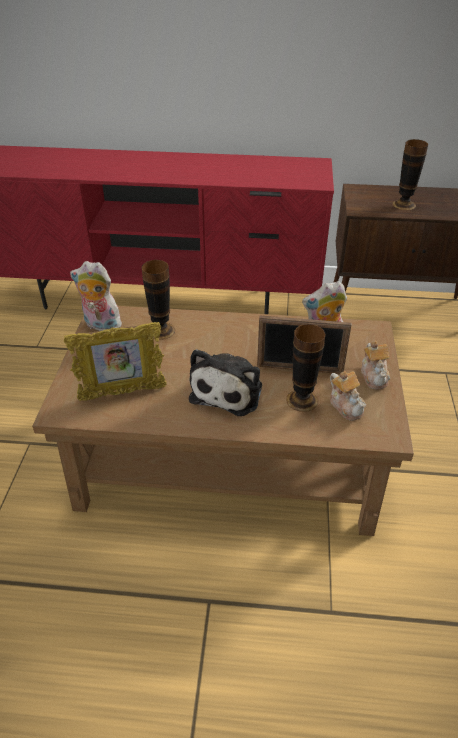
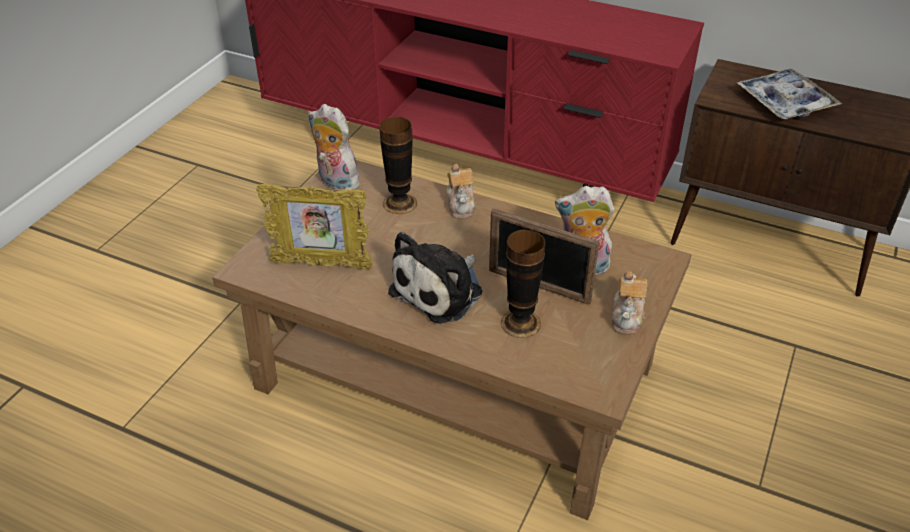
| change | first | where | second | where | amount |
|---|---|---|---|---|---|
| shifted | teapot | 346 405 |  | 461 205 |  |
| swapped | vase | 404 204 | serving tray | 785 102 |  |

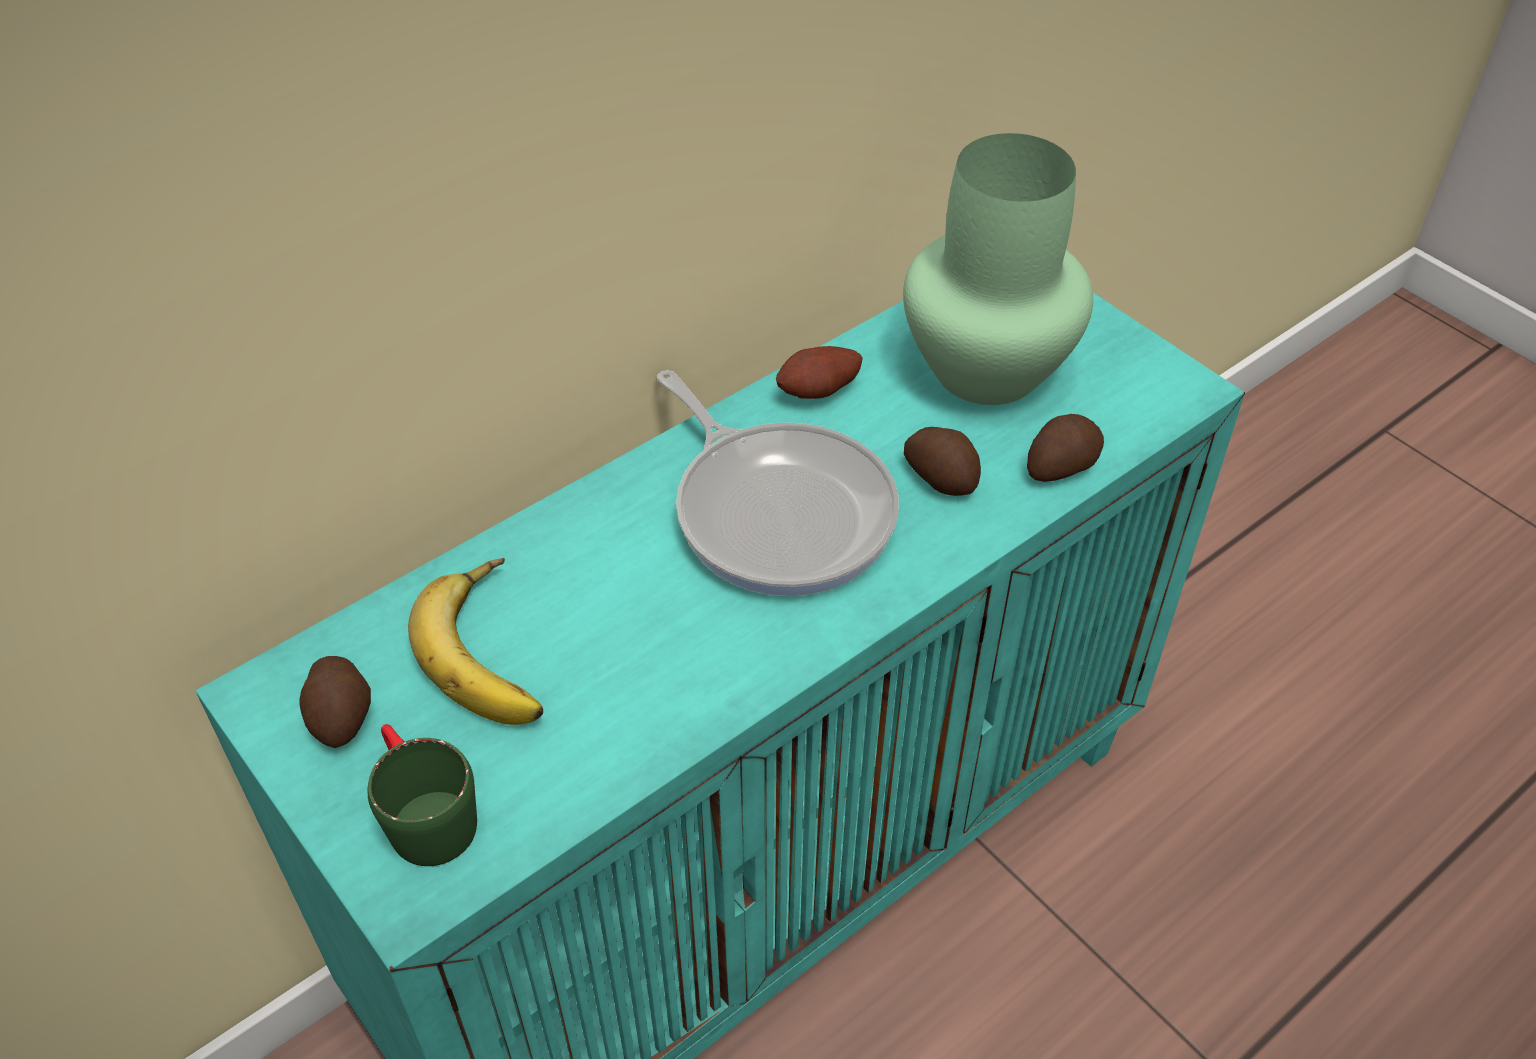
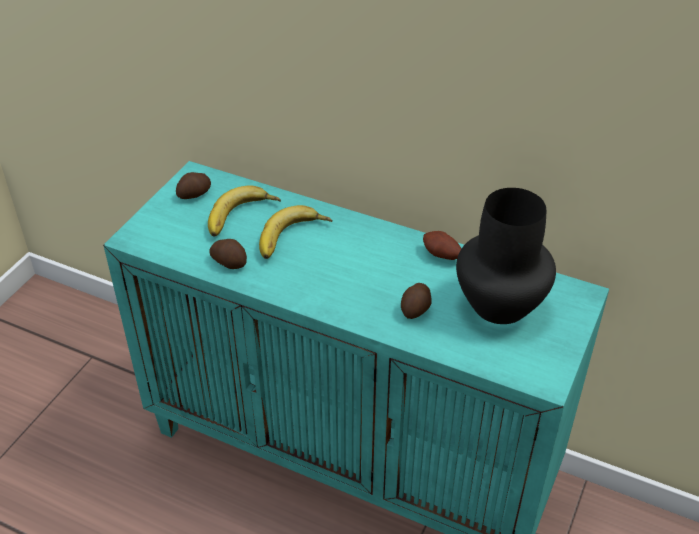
| change | first | where | second | where | amount |
|---|---|---|---|---|---|
| gone | green tea mug | 423 813 |  |  |  |
| gone | skillet | 779 510 |  |  |  |
| repainted | green vase | 989 371 | black vase | 500 305 |  |
| shifted | spud | 1060 465 |  | 229 262 |  |
| new |  |  | whole banana | 293 239 |  |

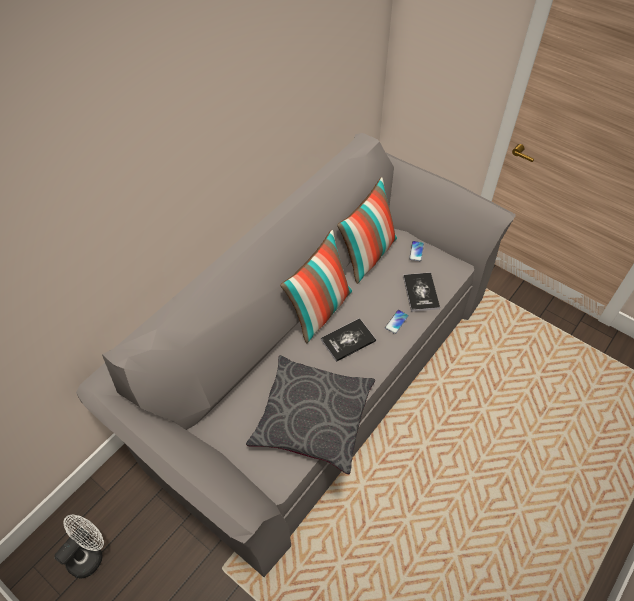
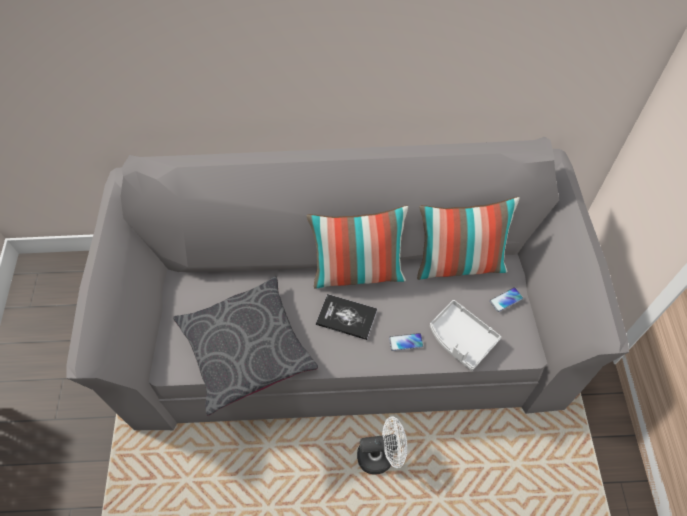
| change | first | where | second | where | amount |
|---|---|---|---|---|---|
| shifted | white-coloured cooling fan | 89 554 |  | 381 455 |  |
| swapped | volume | 421 292 | gray serving tray | 461 338 |  |

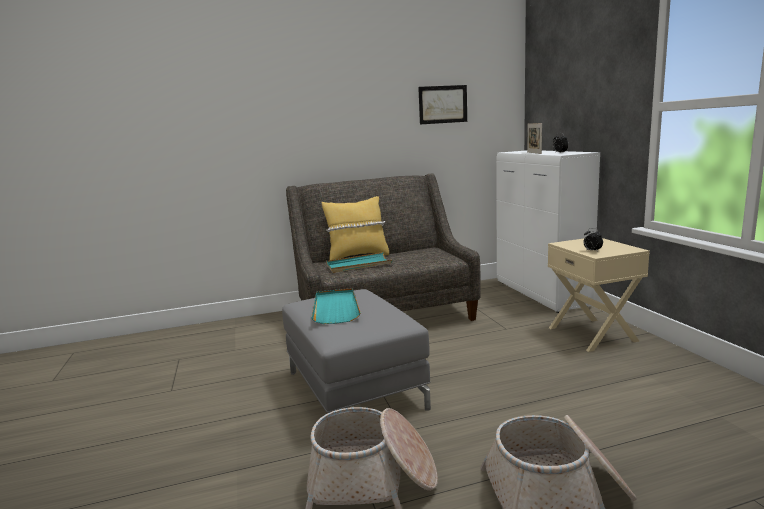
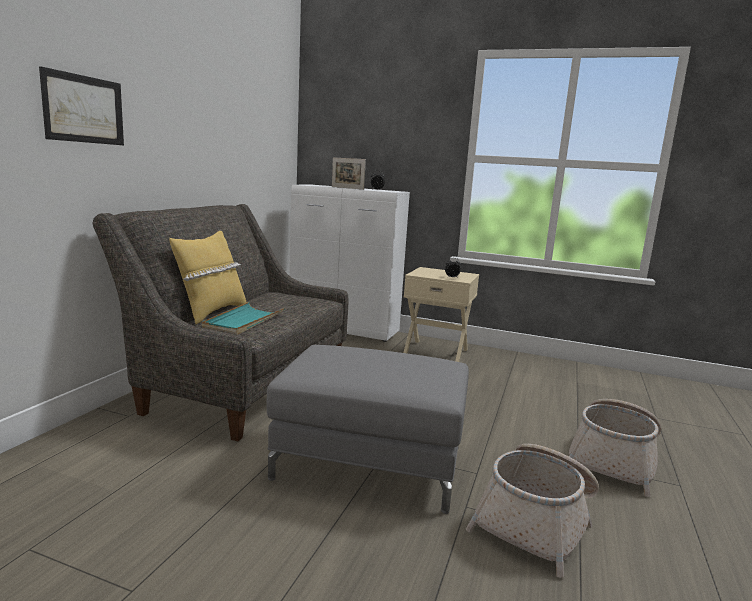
| change | first | where | second | where | amount |
|---|---|---|---|---|---|
| gone | blue-green serving tray | 335 308 |  |  |  |
| shifted | picture | 443 104 |  | 84 109 |  |

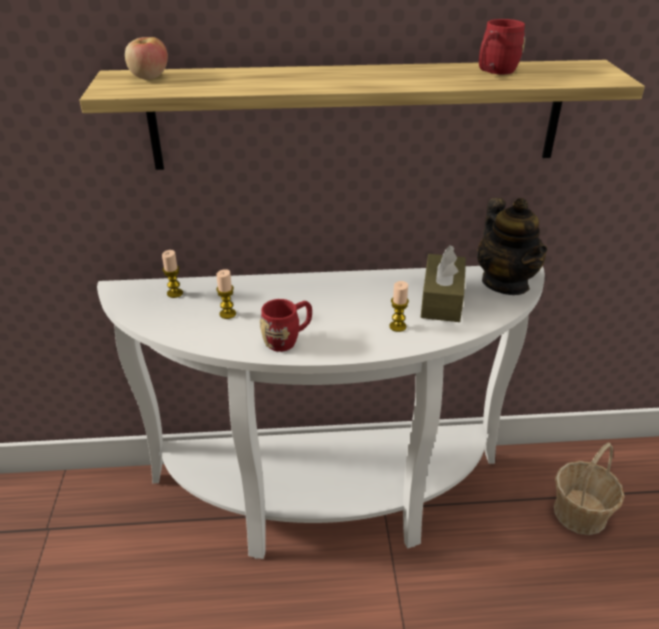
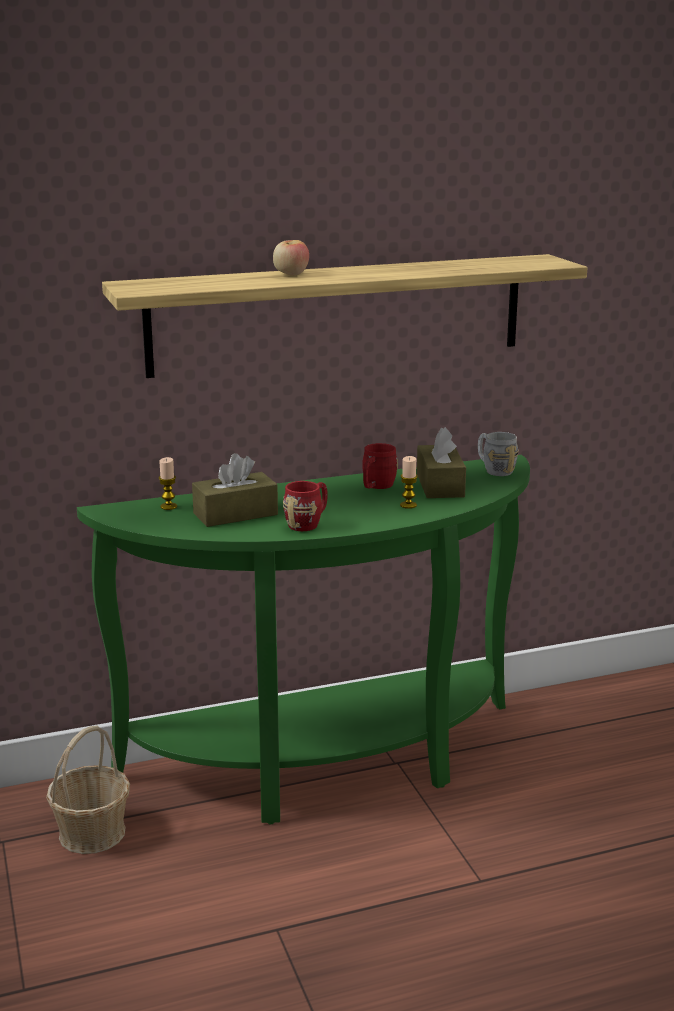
| change | first | where | second | where | amount |
|---|---|---|---|---|---|
| repainted | white-coloured hall table | 328 502 | green hall table | 333 767 |  |
| shifted | apple | 149 77 |  | 291 274 |  |
| swapped | wax candle | 227 314 | brownish box of tissues | 235 514 |  |
| swapped | teapot | 505 283 | gray tea mug | 494 469 |  |
| shifted | red-coloured tea mug | 494 72 |  | 376 487 |  |
| shifted | storage basket | 580 512 |  | 93 833 |  |

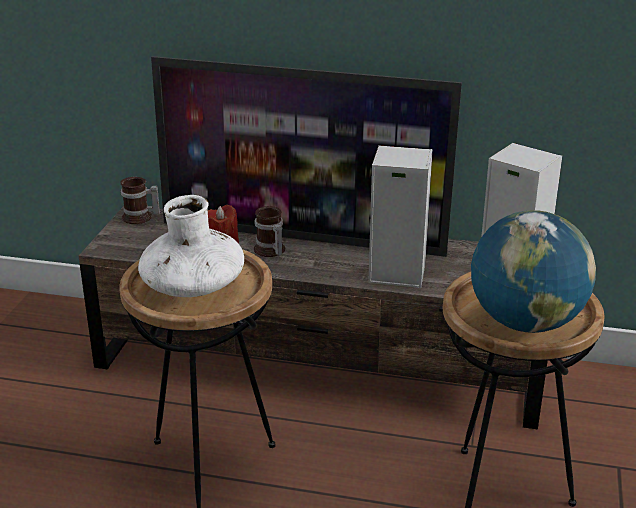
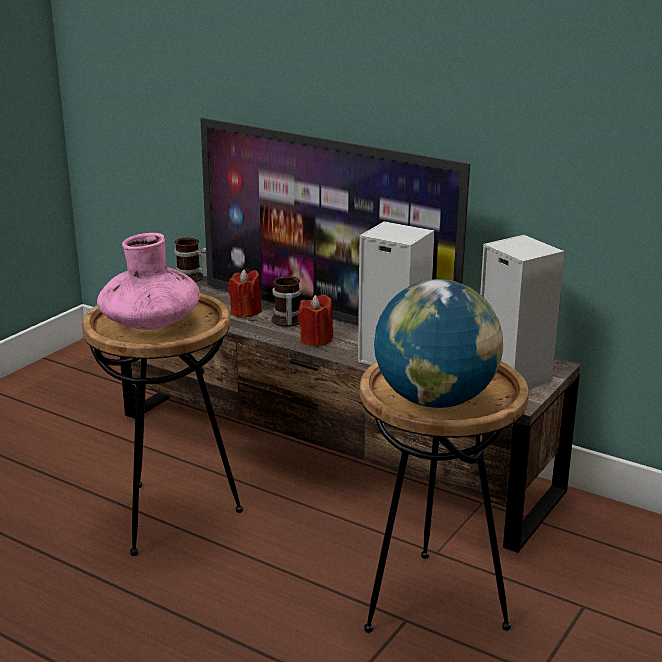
| change | first | where | second | where | amount |
|---|---|---|---|---|---|
| repainted | white-coloured vase | 193 287 | pink-coloured vase | 150 323 |  |
| new |  |  | red-coloured wax candle | 316 340 |  |

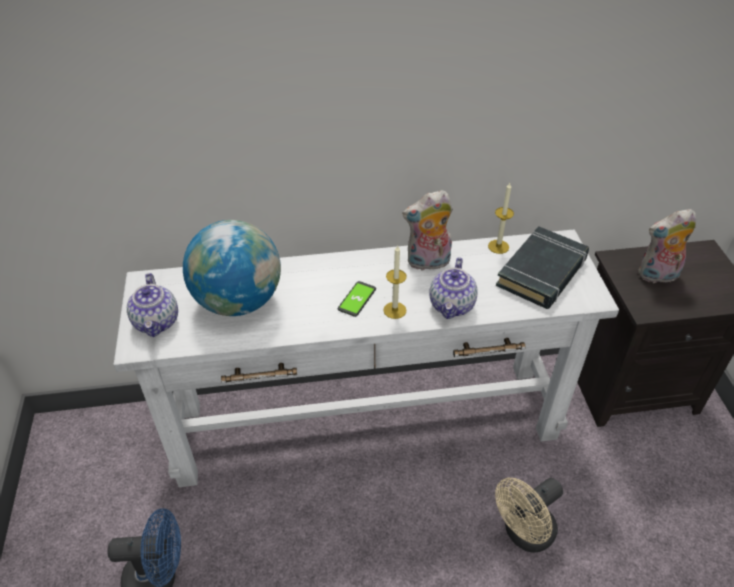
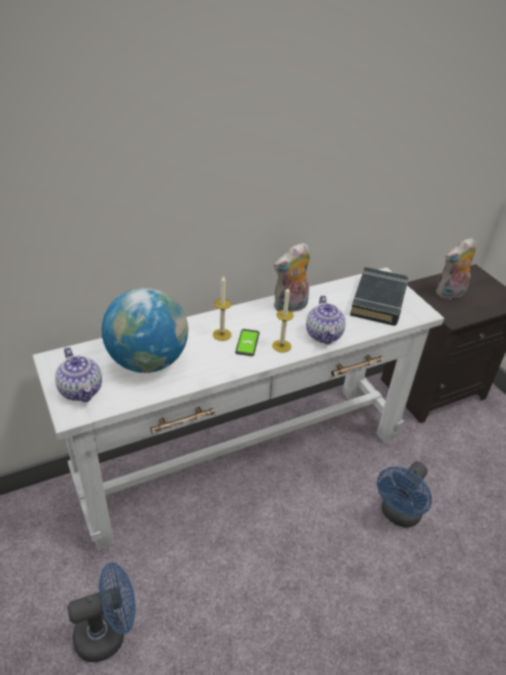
| change | first | where | second | where | amount |
|---|---|---|---|---|---|
| shifted | wax candle | 498 246 |  | 222 334 |  |
| repainted | beige cooling fan | 524 534 | bluish cooling fan | 398 515 |  |

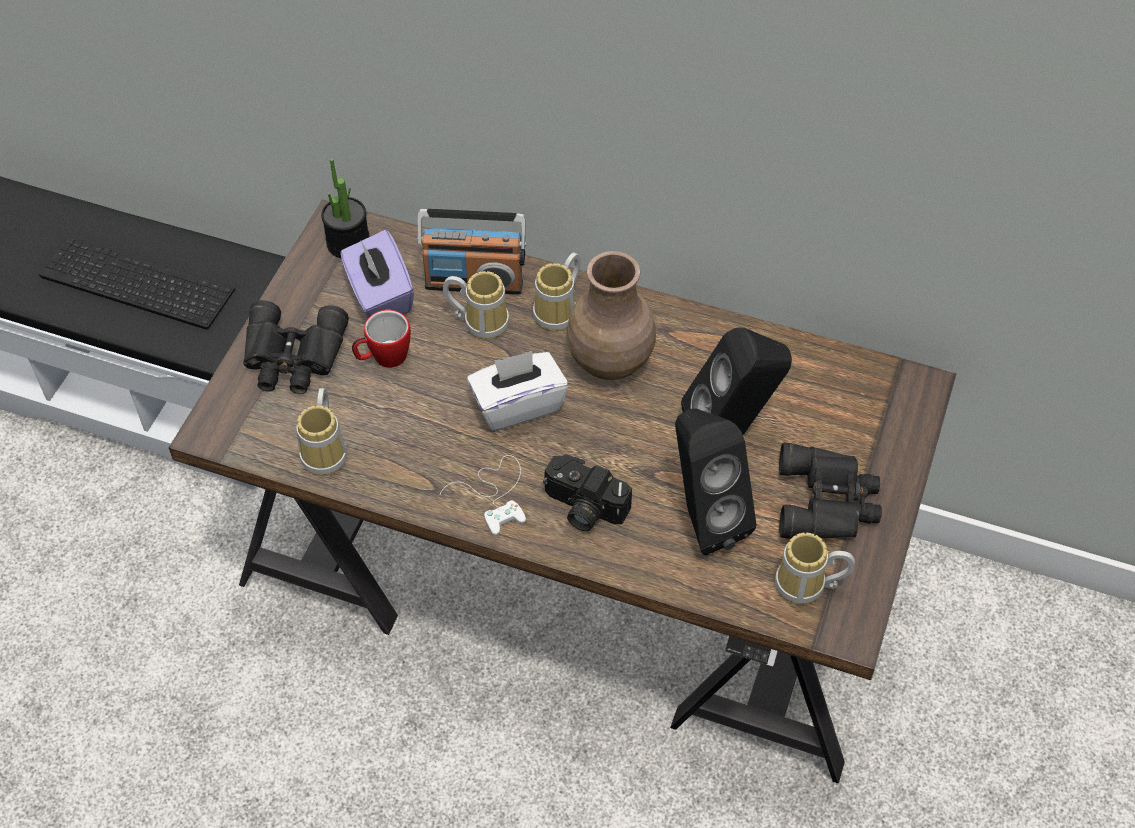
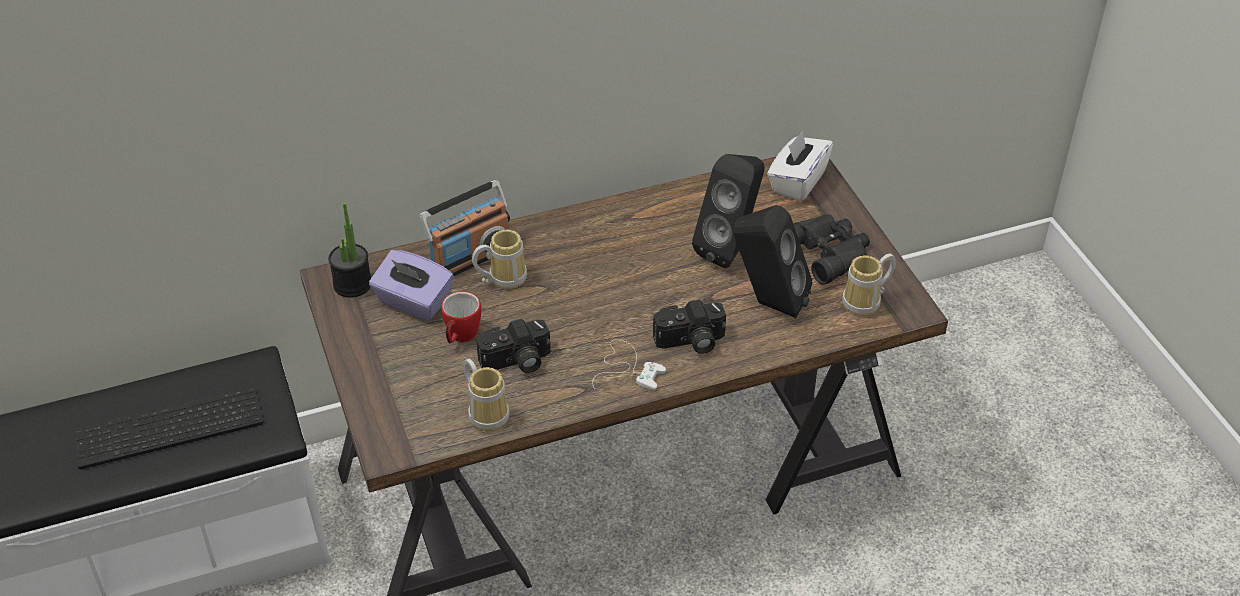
| change | first | where | second | where | amount |
|---|---|---|---|---|---|
| gone | black binoculars | 293 357 |  |  |  |
| shifted | white-coloured box of tissues | 517 405 |  | 797 182 |  |
| gone | tea mug | 560 312 |  |  |  |
| gone | brownish vase | 610 362 |  |  |  |
| new |  |  | photo camera | 516 362 |  |

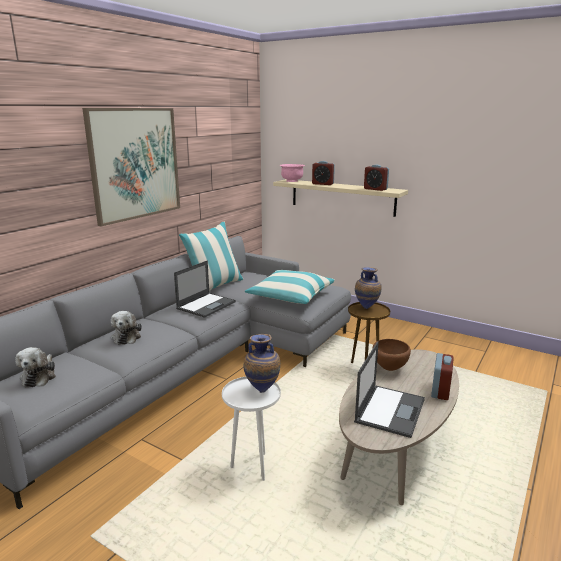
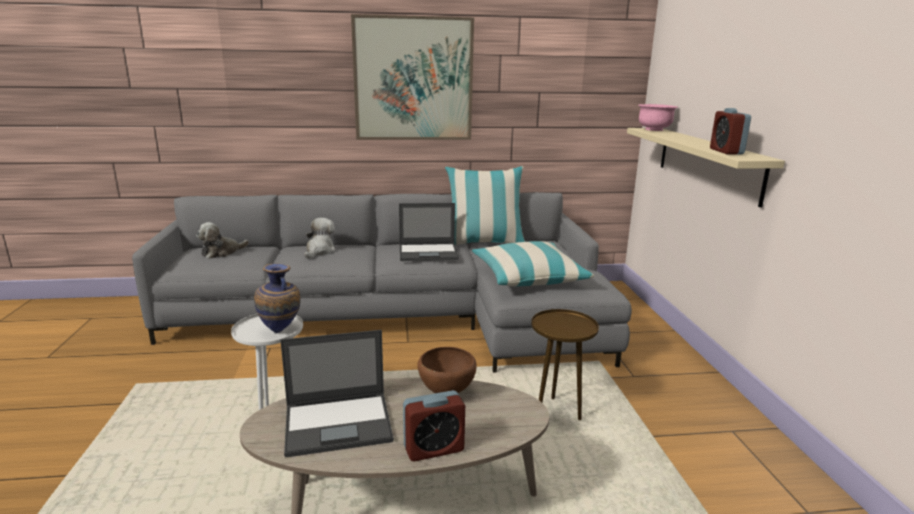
| change | first | where | second | where | amount |
|---|---|---|---|---|---|
| rotated | soft toy | 127 336 |  | 320 251 | 150 degrees clockwise |
| gone | alarm clock | 322 184 |  |  |  |
| gone | vase | 367 307 |  |  |  |

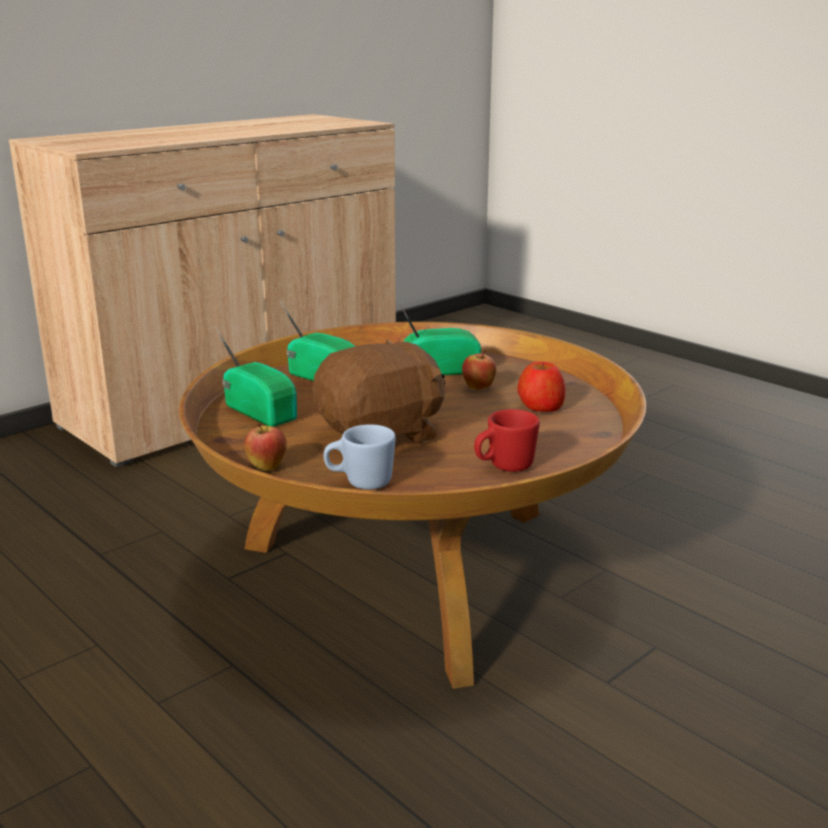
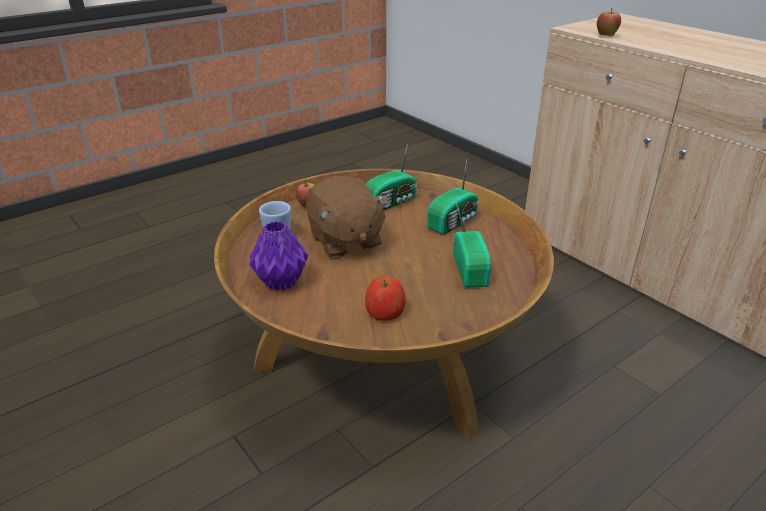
| change | first | where | second | where | amount |
|---|---|---|---|---|---|
| shifted | apple | 478 389 |  | 606 36 |  |
| swapped | red-coloured tea mug | 504 467 | purple-coloured vase | 280 282 |  |

